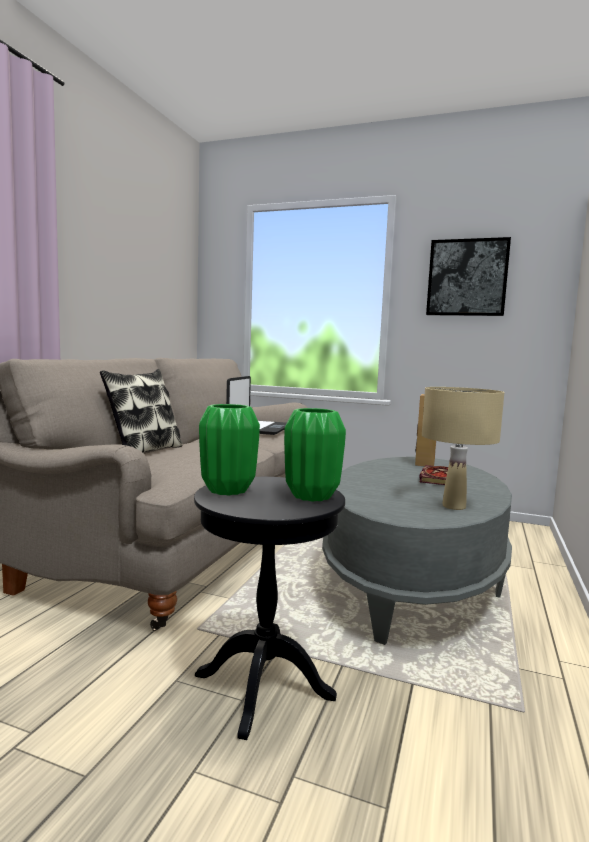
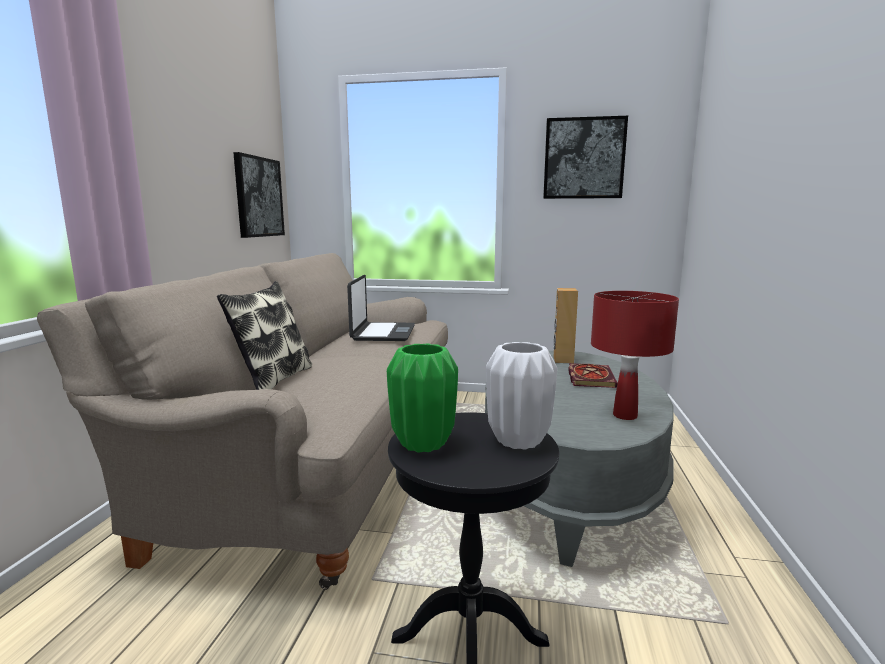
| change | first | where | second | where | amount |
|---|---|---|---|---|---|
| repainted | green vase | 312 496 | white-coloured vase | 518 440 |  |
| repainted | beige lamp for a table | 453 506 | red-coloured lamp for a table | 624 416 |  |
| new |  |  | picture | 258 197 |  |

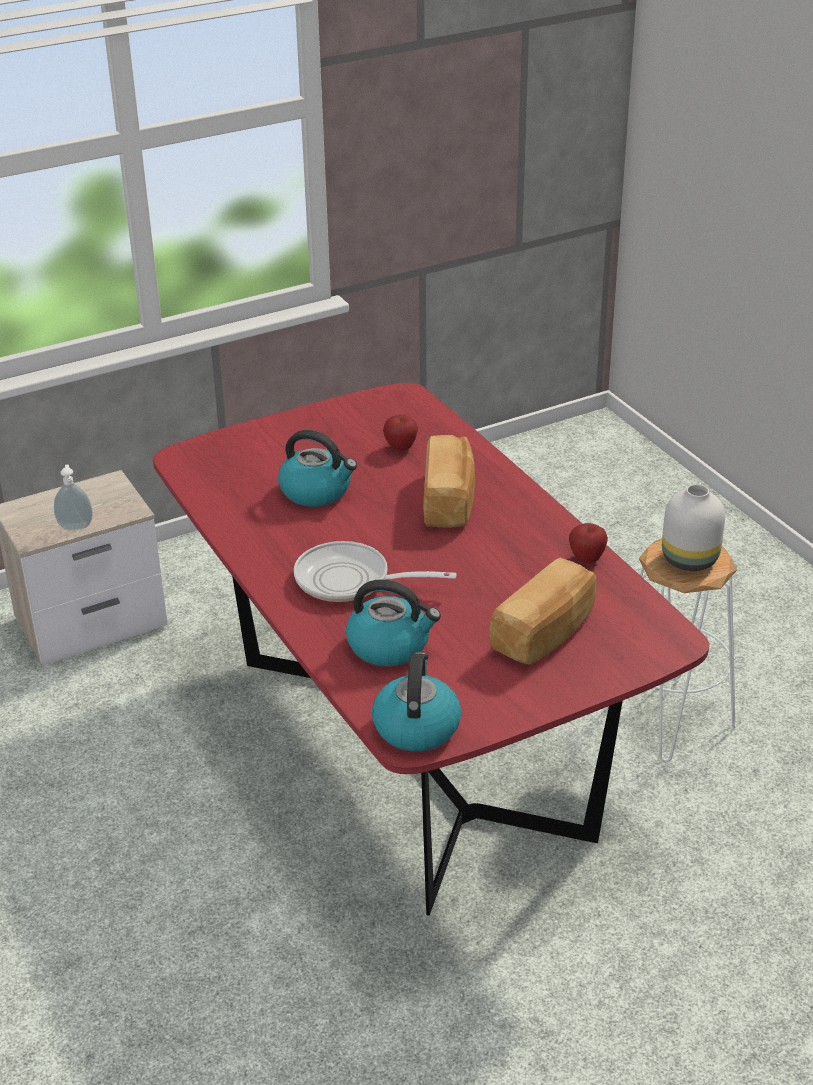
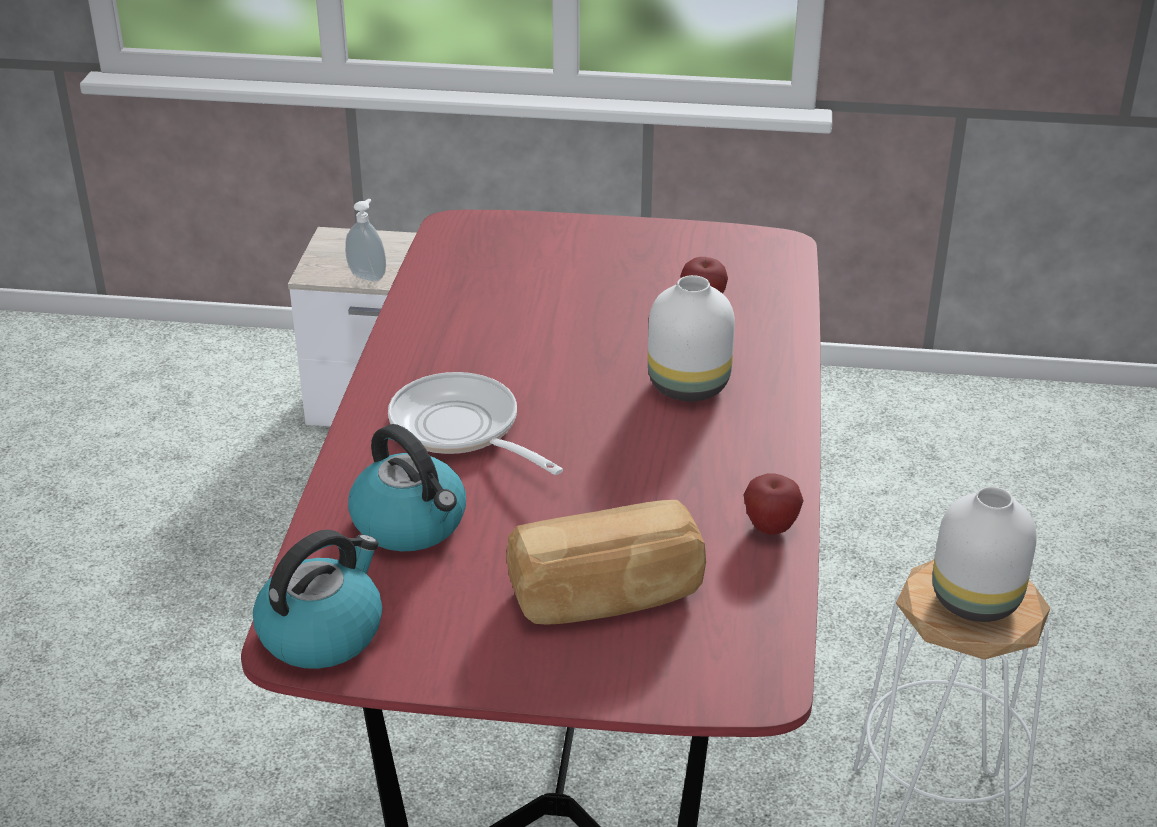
| change | first | where | second | where | amount |
|---|---|---|---|---|---|
| gone | kettle | 317 491 |  |  |  |
| swapped | bakery bread | 449 500 | white-coloured vase | 686 386 |  |

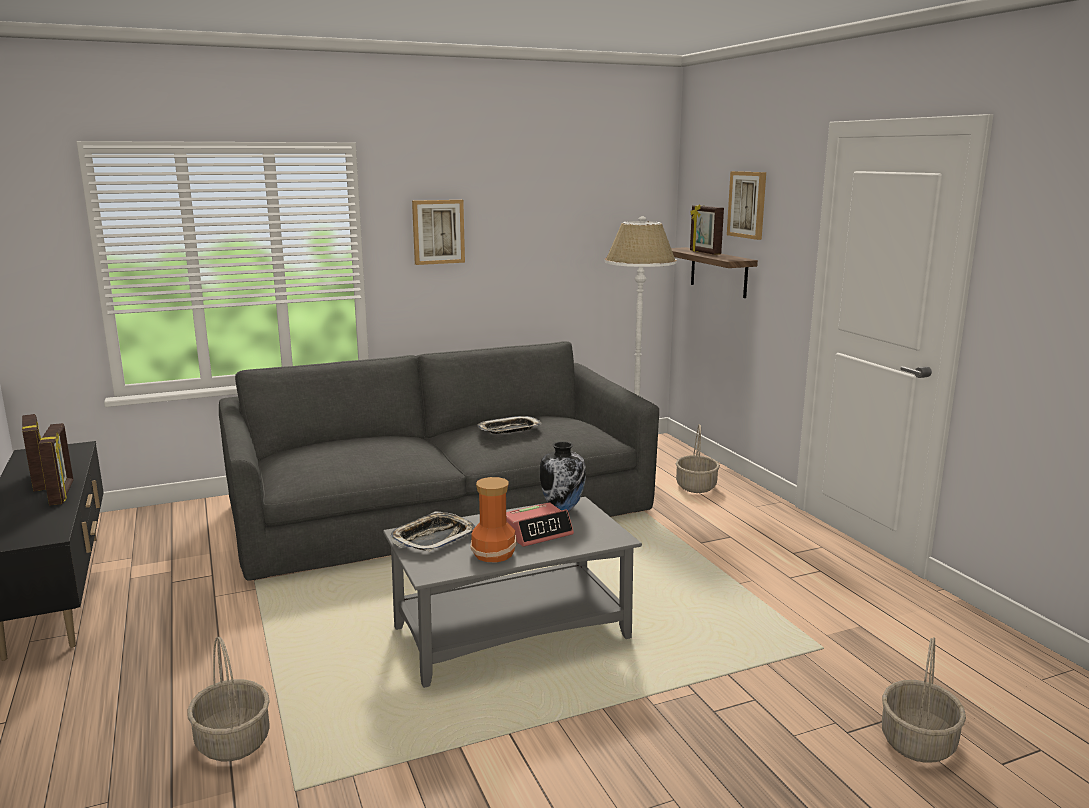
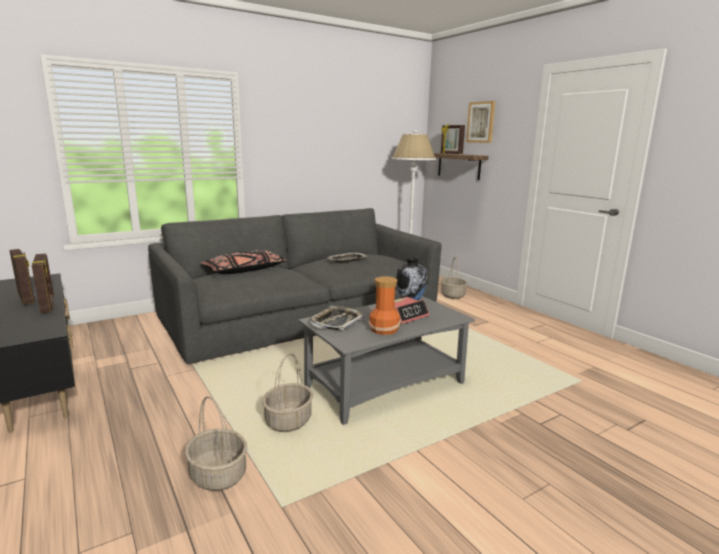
| change | first | where | second | where | amount |
|---|---|---|---|---|---|
| gone | picture | 438 232 |  |  |  |
| shifted | storage basket | 918 743 |  | 288 421 |  |
| new |  |  | black cushion | 244 270 |  |

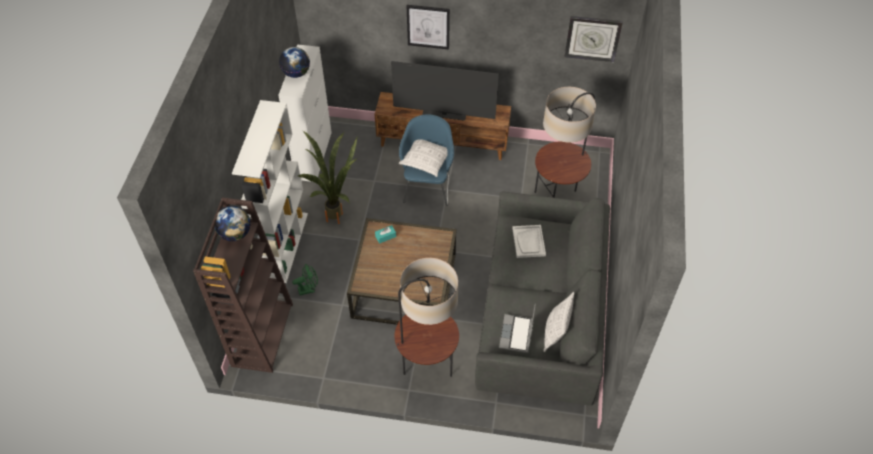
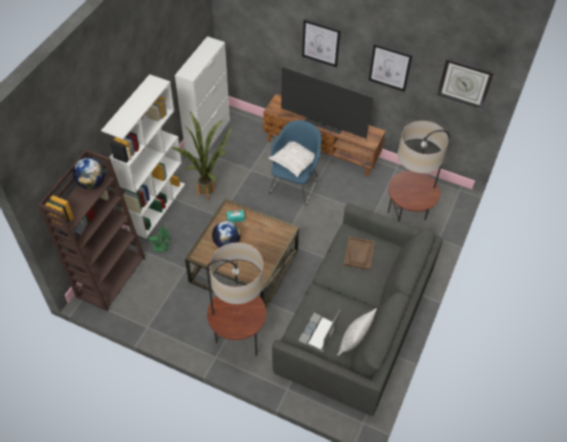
| change | first | where | second | where | amount |
|---|---|---|---|---|---|
| shifted | globe | 296 73 |  | 227 243 |  |
| repainted | white-coloured serving tray | 528 242 | brownish serving tray | 359 254 |  |
| new |  |  | picture | 390 67 |  |

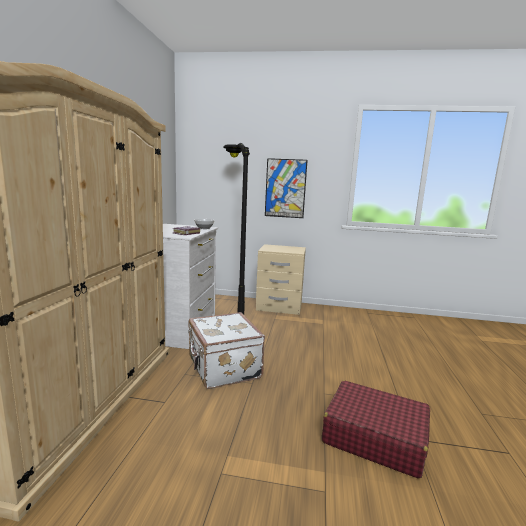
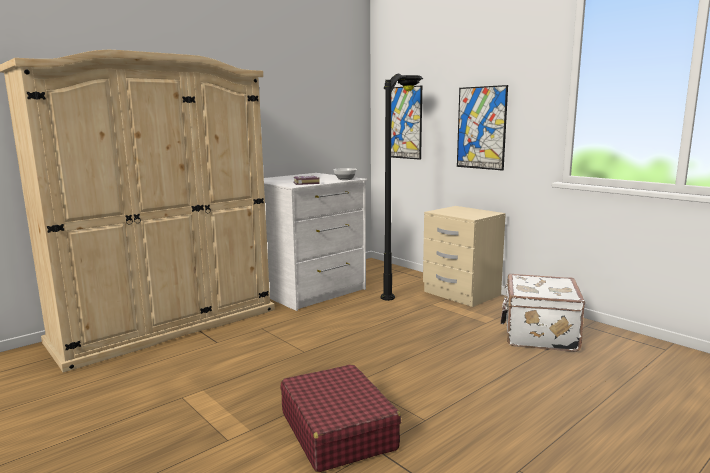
| change | first | where | second | where | amount |
|---|---|---|---|---|---|
| shifted | white-coloured piece of luggage | 223 368 |  | 538 334 |  |
| new |  |  | picture | 403 123 |  |

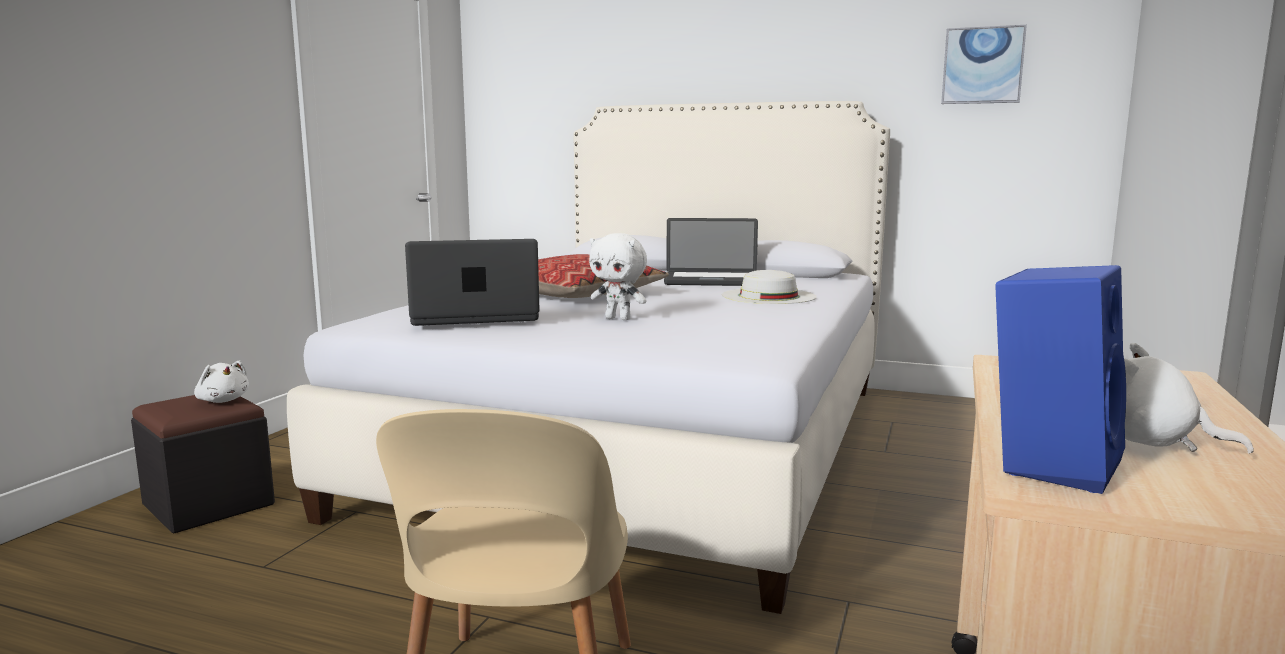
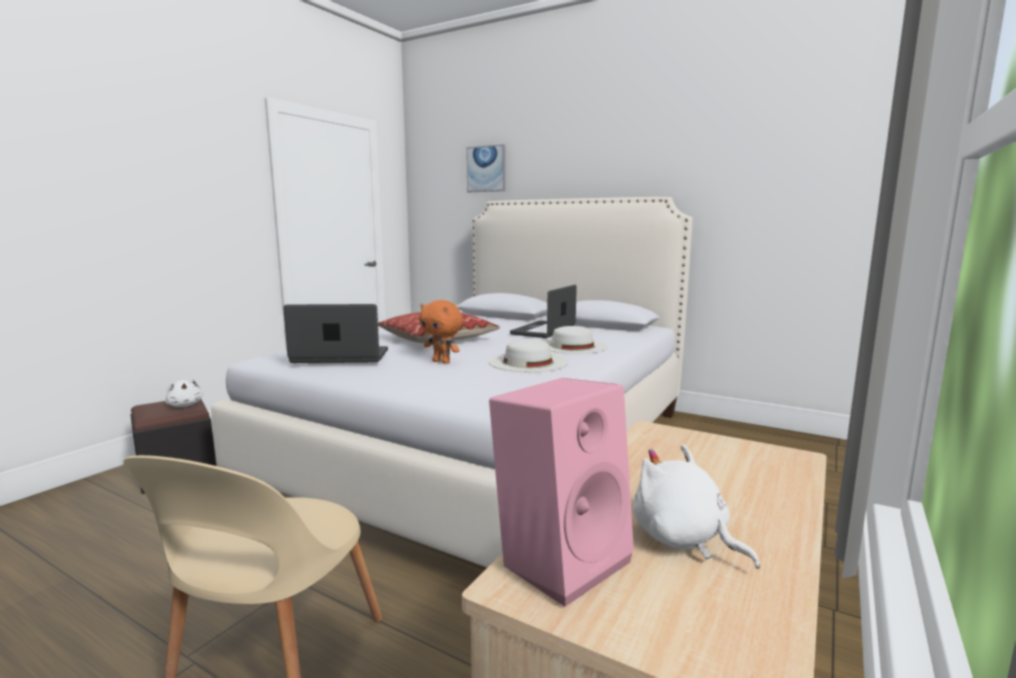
| change | first | where | second | where | amount |
|---|---|---|---|---|---|
| repainted | white-coloured soft toy | 619 318 | orange-coloured soft toy | 442 362 |  |
| rotated | laptop | 711 281 |  | 543 331 | 105 degrees clockwise |
| shifted | picture | 982 65 |  | 486 169 |  |
| repainted | bluish loudspeaker | 1049 463 | pink-coloured loudspeaker | 561 558 |  |
| new |  |  | white-coloured clothing hat | 528 362 |  |

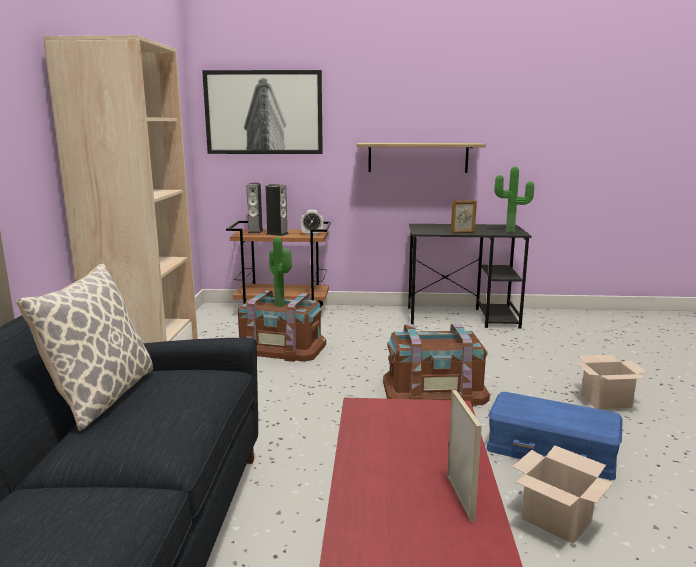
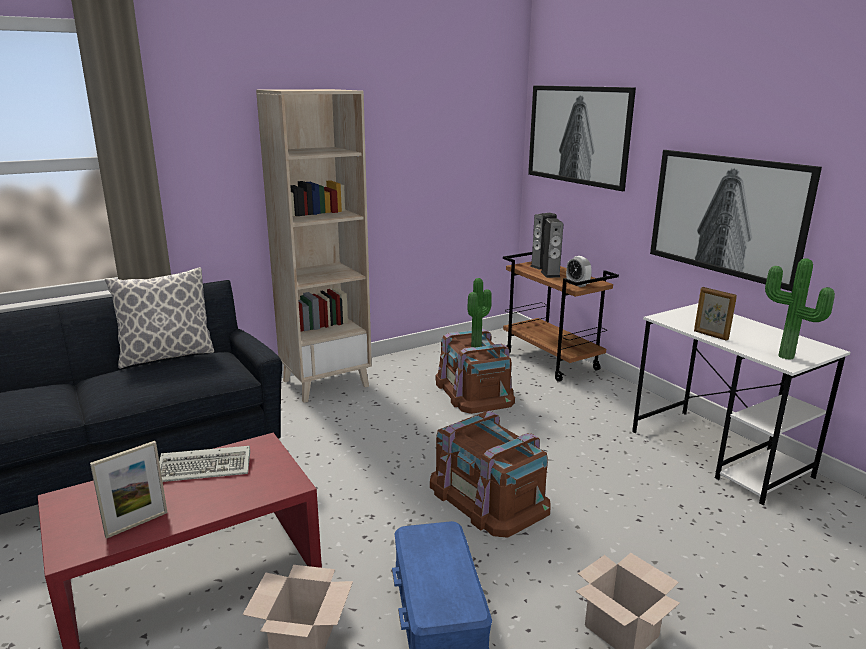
| change | first | where | second | where | amount |
|---|---|---|---|---|---|
| swapped | wall shelf | 418 157 | picture | 727 215 |  |
| repainted | black desk unit | 462 317 | white-coloured desk unit | 719 454 |  |
| new |  |  | keyboard | 207 467 |  |

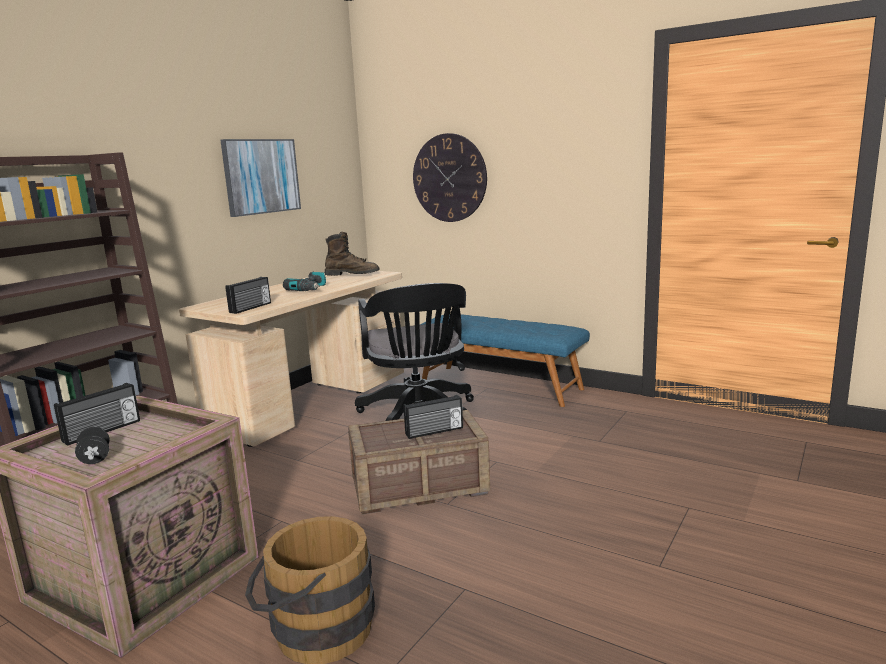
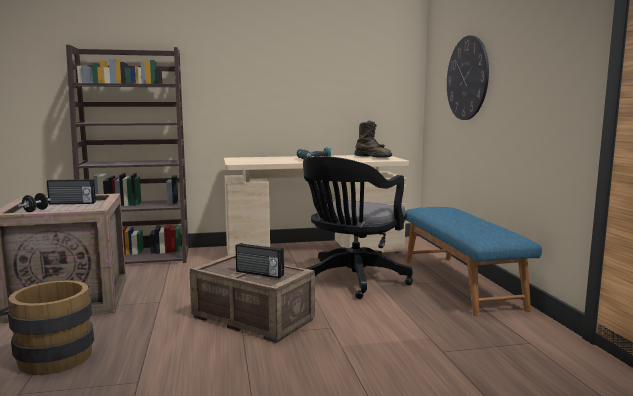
| change | first | where | second | where | amount |
|---|---|---|---|---|---|
| gone | picture | 261 176 |  |  |  |
| gone | radio receiver | 251 308 |  |  |  |

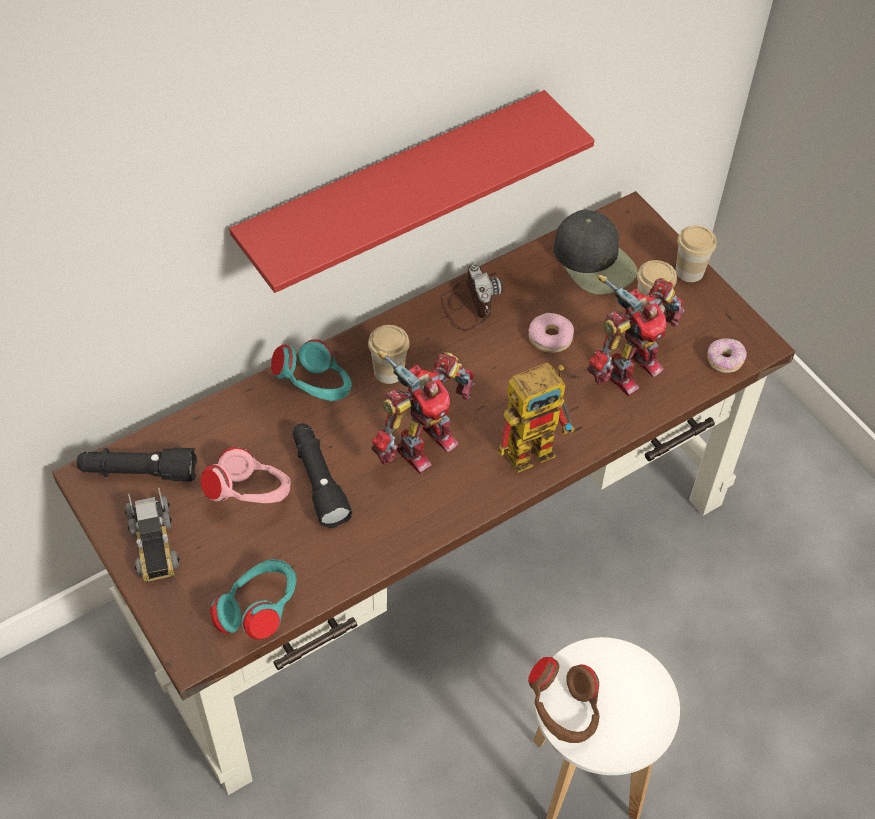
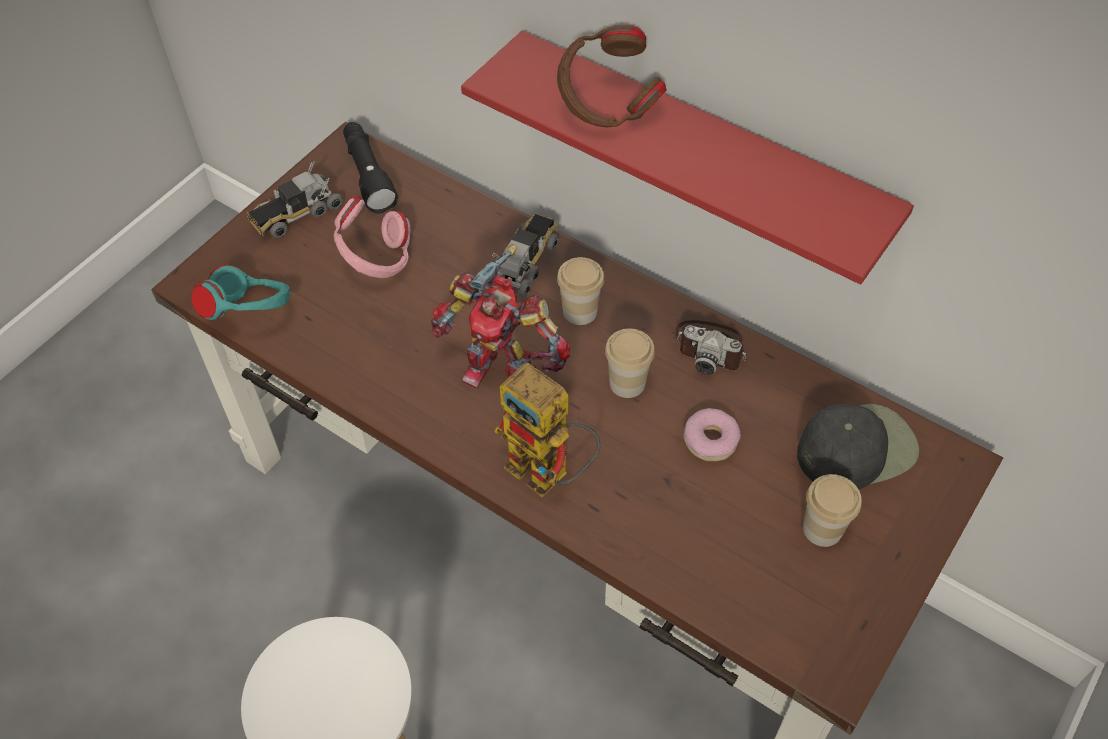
| change | first | where | second | where | amount |
|---|---|---|---|---|---|
| swapped | blue-green pair of headphones | 316 389 | toy truck | 525 262 |  |
| gone | black flashlight | 318 481 |  |  |  |
| rotated | photo camera | 468 304 |  | 711 348 | 60 degrees clockwise |
| shifted | brownish pair of headphones | 563 713 |  | 607 107 |  |
| rotated | black cap | 594 260 |  | 856 448 | 150 degrees counterclockwise |
| gone | robot figure | 629 368 |  |  |  |
| shifted | cup | 689 271 |  | 627 383 |  |
| gone | doughnut | 724 360 |  |  |  |

